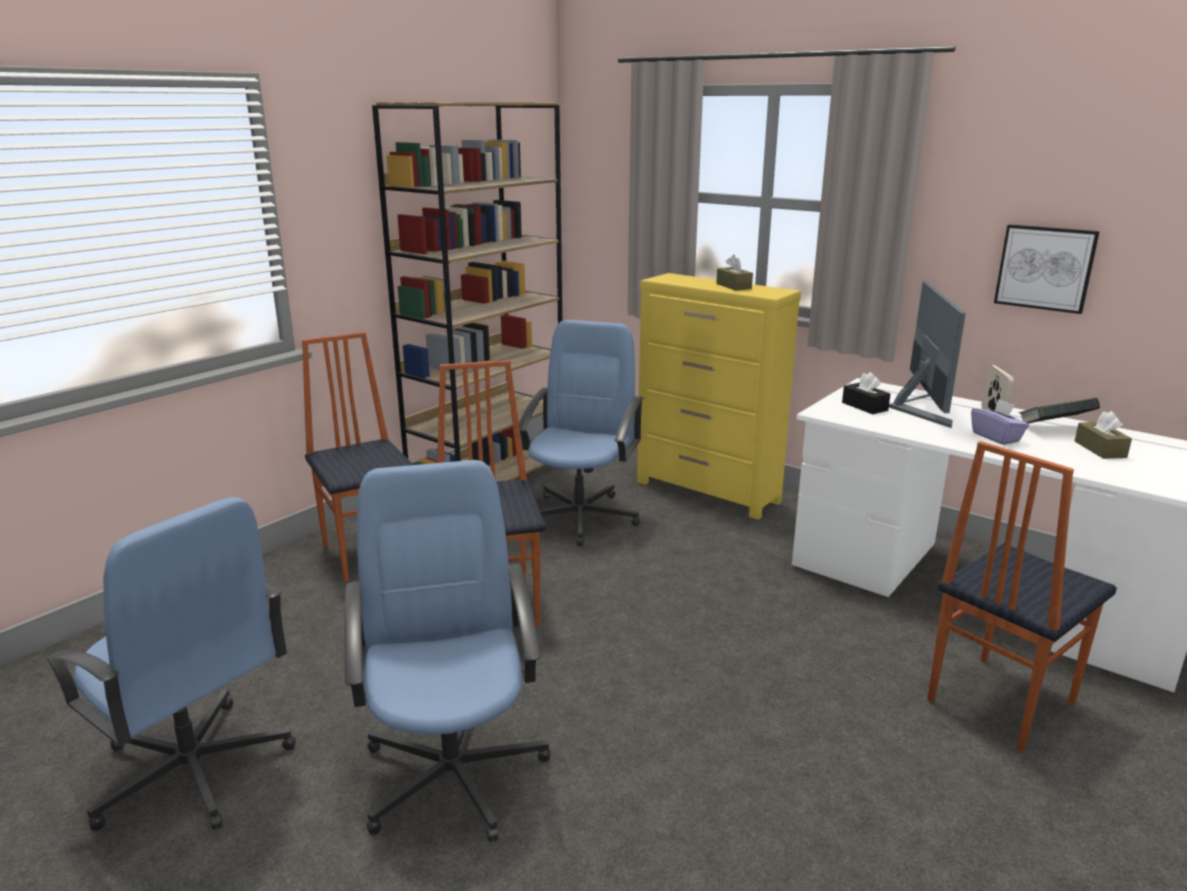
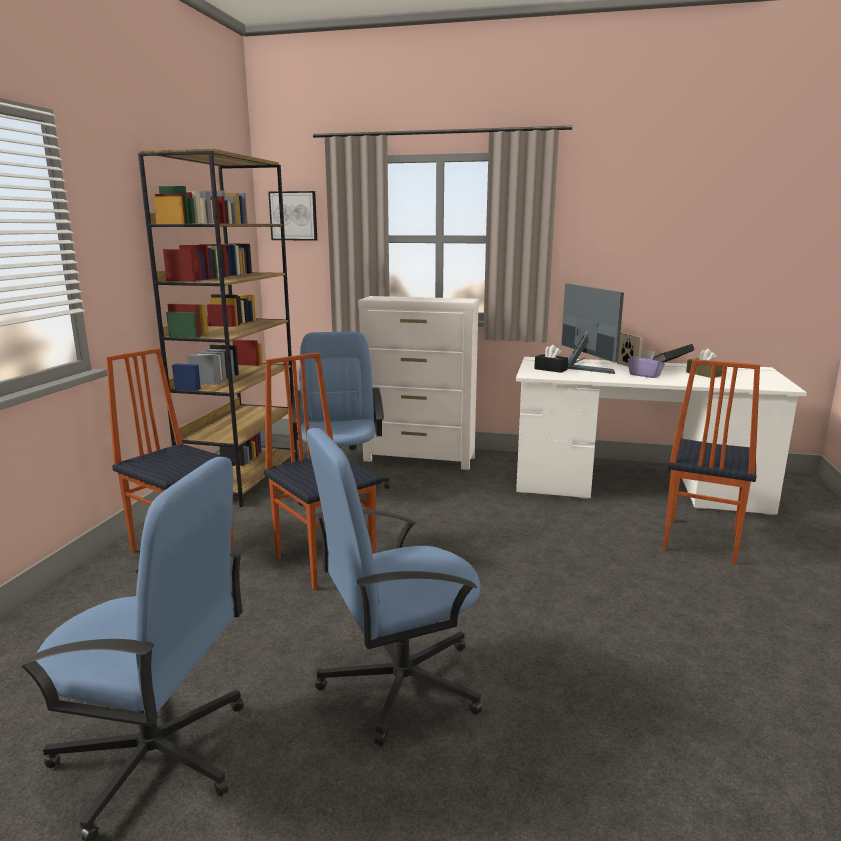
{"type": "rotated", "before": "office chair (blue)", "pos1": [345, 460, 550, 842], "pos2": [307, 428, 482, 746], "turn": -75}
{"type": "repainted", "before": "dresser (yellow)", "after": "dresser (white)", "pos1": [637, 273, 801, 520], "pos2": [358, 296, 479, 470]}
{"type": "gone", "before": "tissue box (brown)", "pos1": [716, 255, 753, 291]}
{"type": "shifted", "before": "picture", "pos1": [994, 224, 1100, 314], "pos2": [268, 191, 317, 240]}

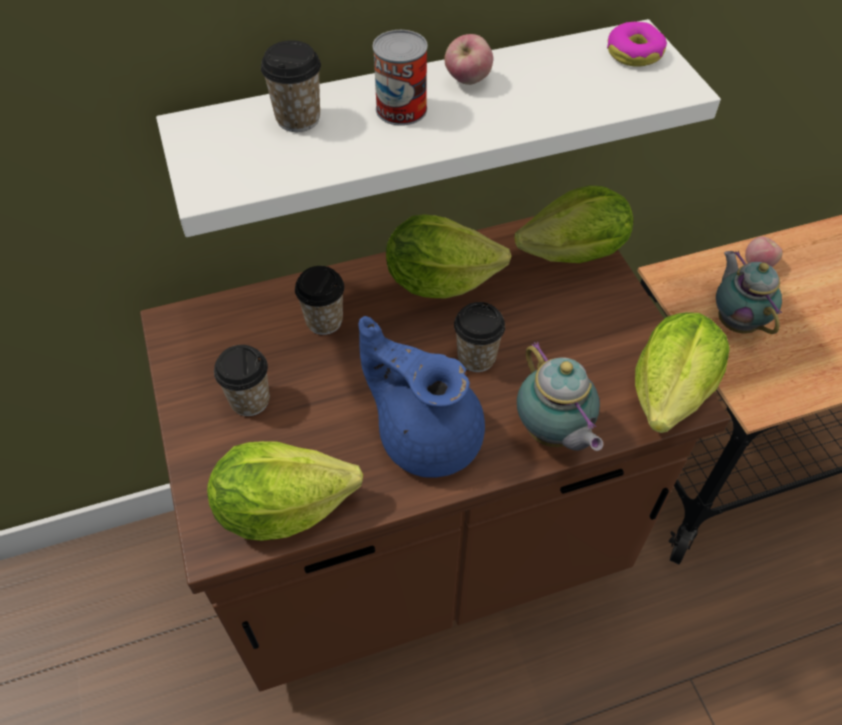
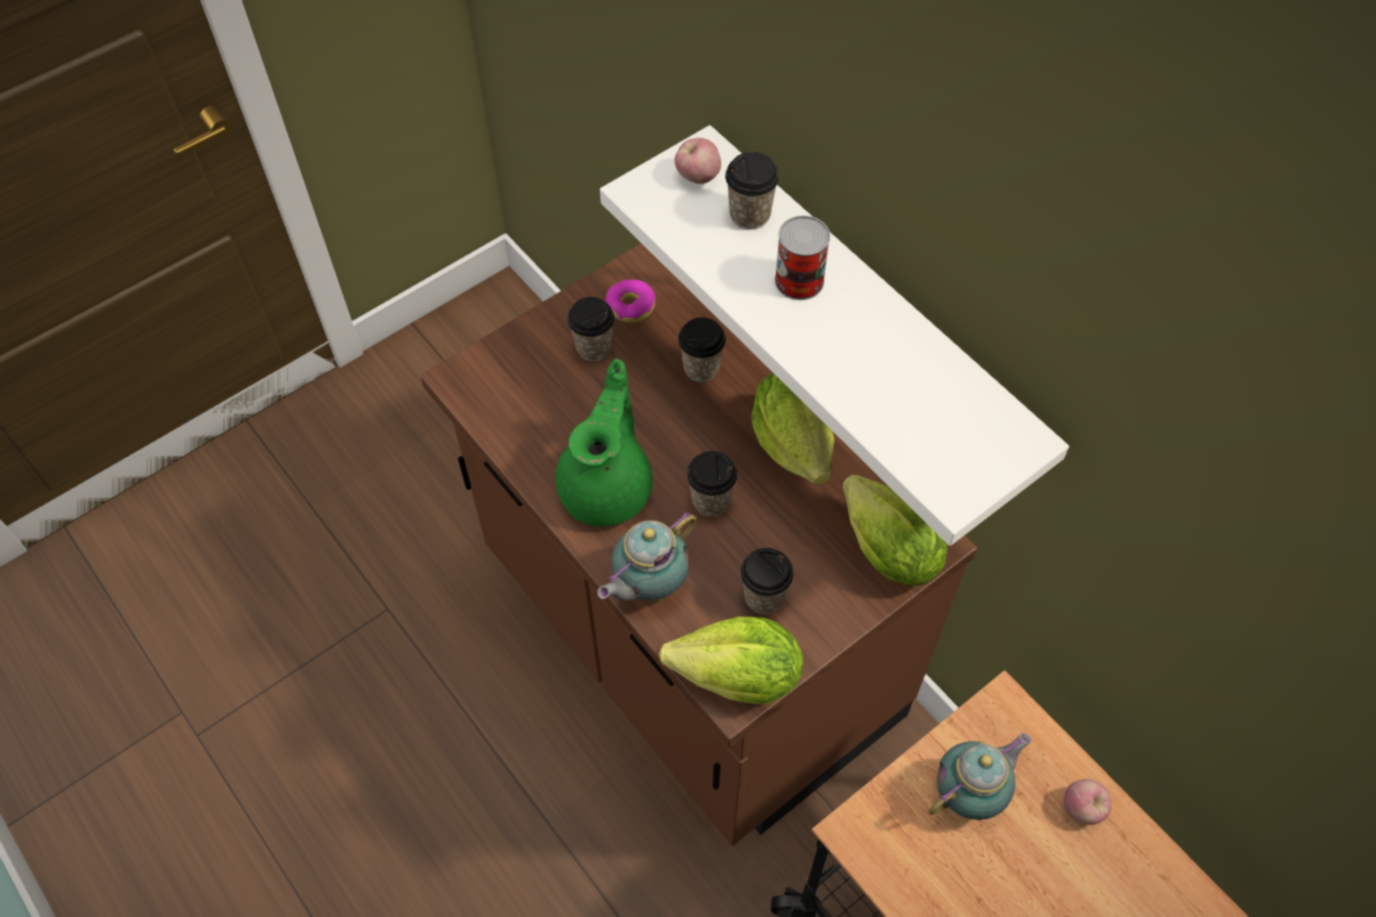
{"type": "gone", "before": "lettuce", "pos1": [207, 441, 363, 541]}
{"type": "repainted", "before": "teapot (blue)", "after": "teapot (green)", "pos1": [358, 316, 485, 478], "pos2": [555, 359, 652, 526]}
{"type": "shifted", "before": "apple", "pos1": [444, 34, 493, 85], "pos2": [675, 138, 721, 184]}
{"type": "shifted", "before": "donut", "pos1": [607, 22, 667, 67], "pos2": [605, 279, 655, 323]}
{"type": "new", "after": "cup", "pos2": [741, 548, 793, 614]}

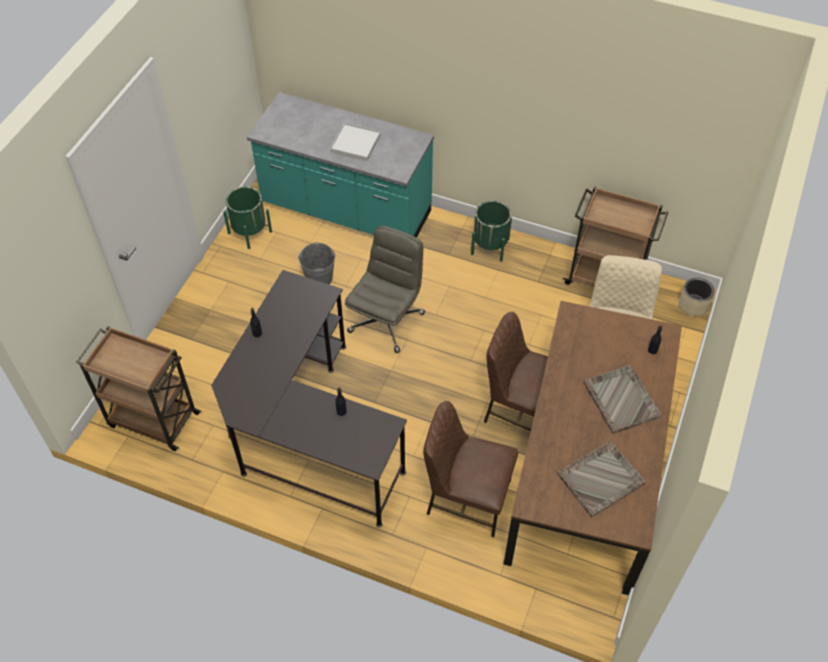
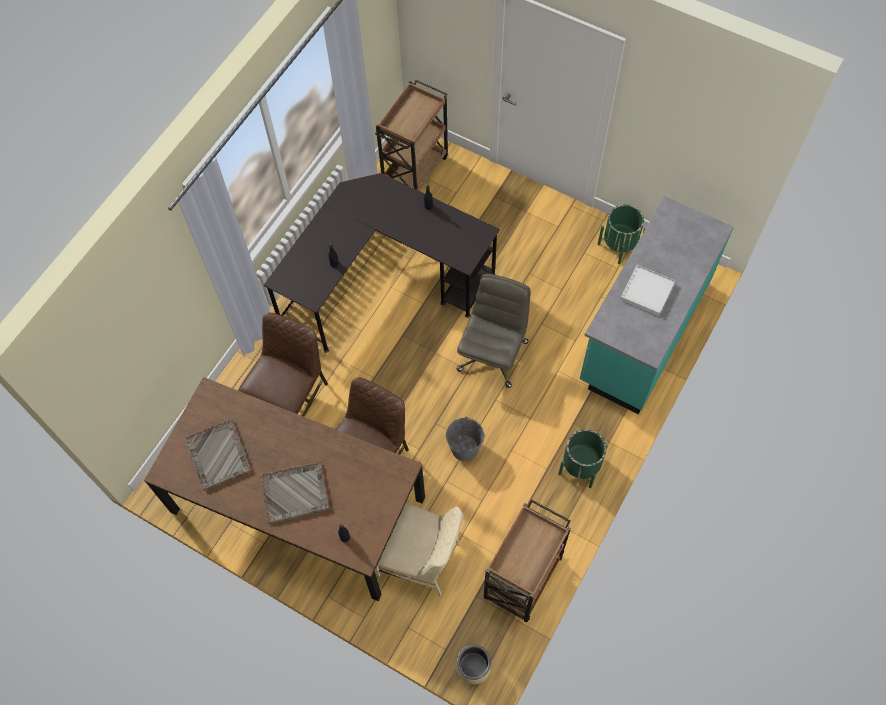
{"type": "shifted", "before": "bucket (grey)", "pos1": [298, 242, 335, 284], "pos2": [446, 416, 485, 461]}
{"type": "rotated", "before": "office chair (grey)", "pos1": [345, 226, 425, 353], "pos2": [456, 274, 531, 388], "turn": -105}

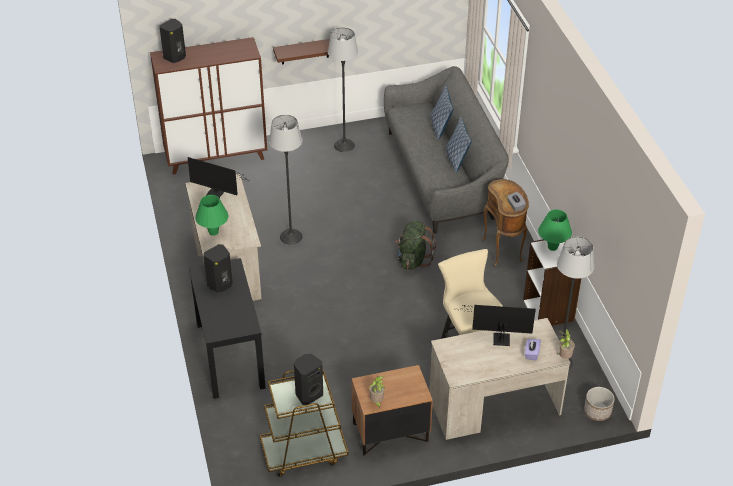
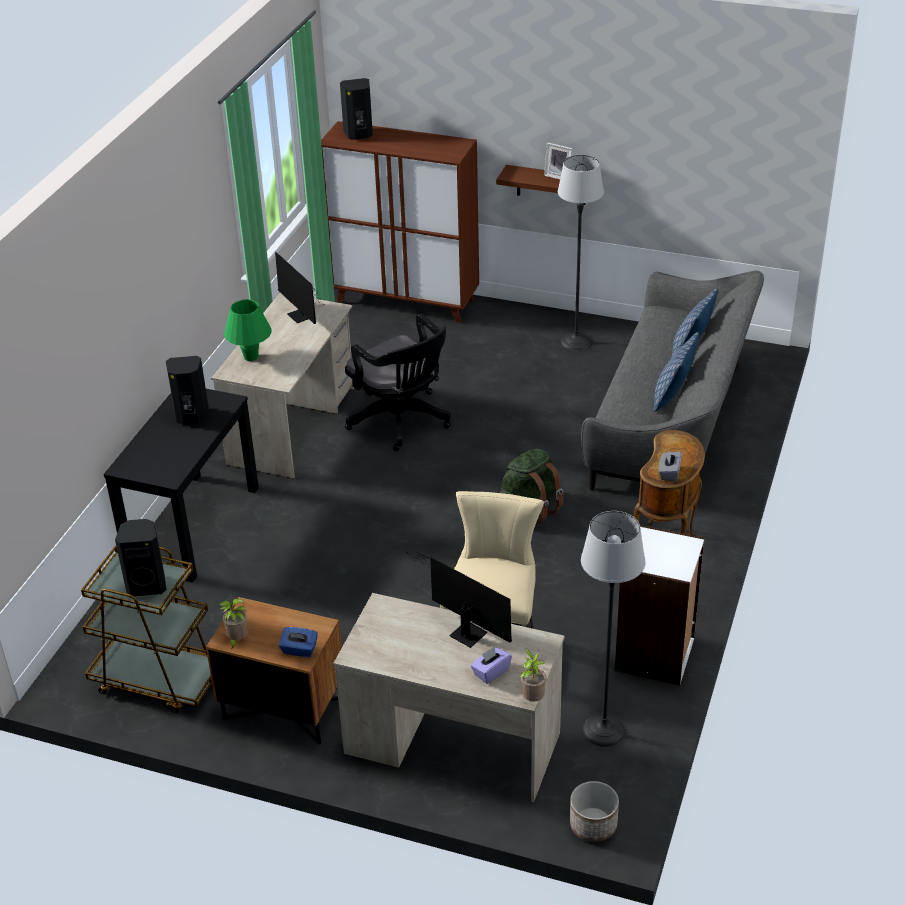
{"type": "swapped", "before": "floor lamp", "after": "office chair (black)", "pos1": [269, 115, 302, 245], "pos2": [345, 314, 451, 451]}
{"type": "gone", "before": "table lamp (green)", "pos1": [538, 209, 572, 251]}
{"type": "new", "after": "tissue box (blue)", "pos2": [279, 627, 318, 657]}
{"type": "new", "after": "picture frame", "pos2": [544, 143, 573, 180]}

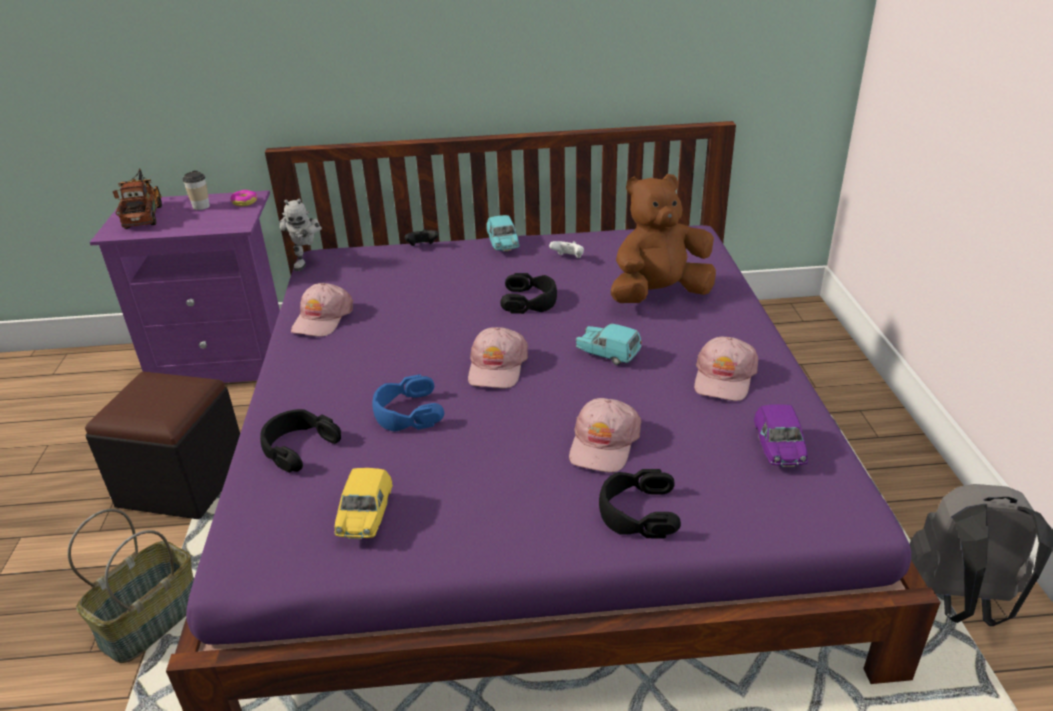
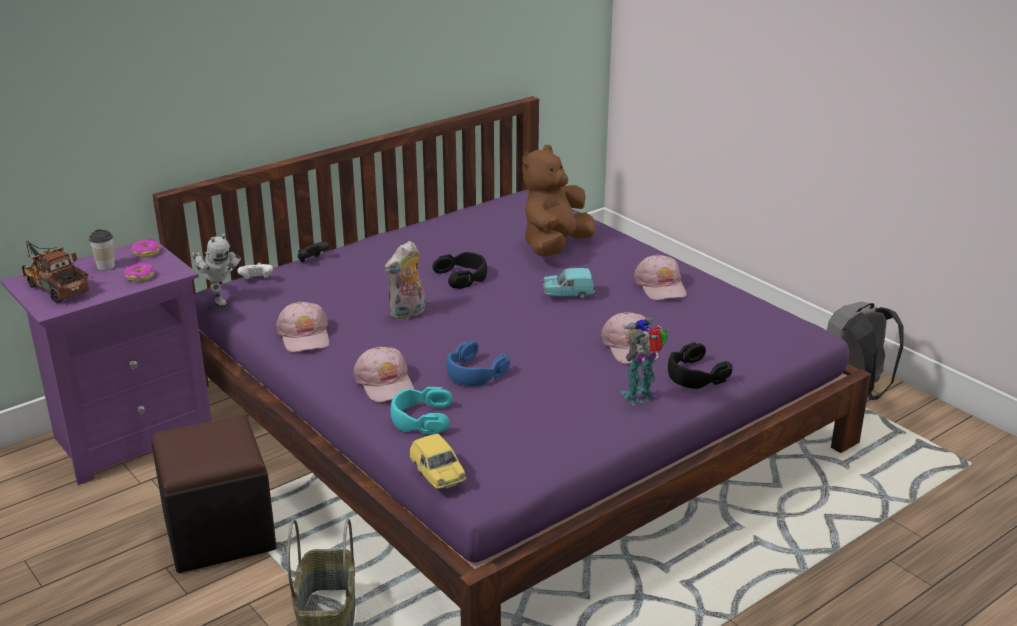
{"type": "repainted", "before": "headphones (black)", "after": "headphones (turquoise)", "pos1": [260, 409, 341, 473], "pos2": [391, 387, 453, 434]}
{"type": "shifted", "before": "toy car (yellow)", "pos1": [334, 468, 393, 540], "pos2": [410, 434, 466, 489]}
{"type": "shifted", "before": "cap (pink)", "pos1": [468, 327, 528, 388], "pos2": [353, 347, 414, 402]}
{"type": "gone", "before": "toy car (turquoise)", "pos1": [486, 215, 520, 252]}
{"type": "shifted", "before": "game controller (white)", "pos1": [549, 241, 584, 258], "pos2": [237, 263, 273, 279]}
{"type": "gone", "before": "toy car (purple)", "pos1": [754, 404, 808, 467]}
{"type": "new", "after": "donut", "pos2": [125, 263, 154, 282]}
{"type": "new", "after": "plush toy", "pos2": [385, 241, 425, 320]}
{"type": "new", "after": "toy robot", "pos2": [620, 317, 668, 406]}

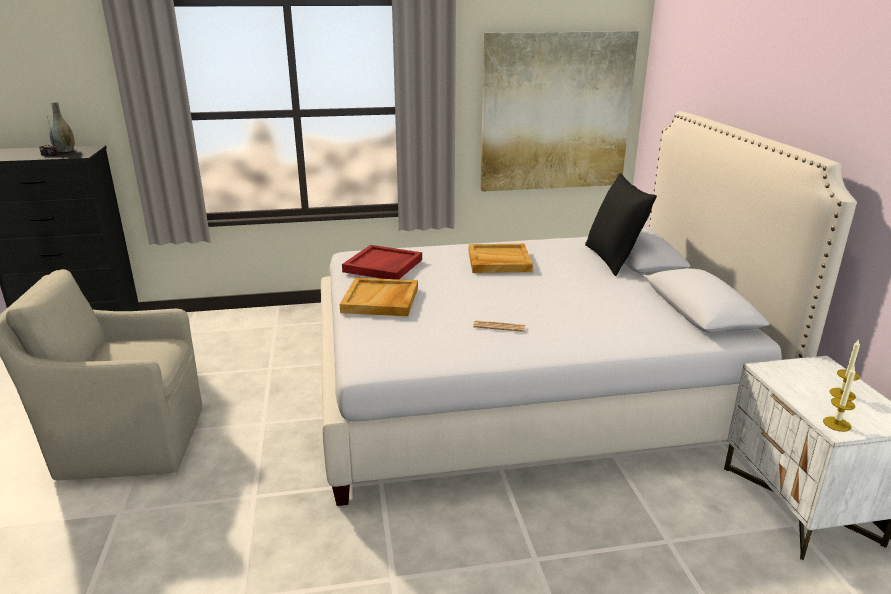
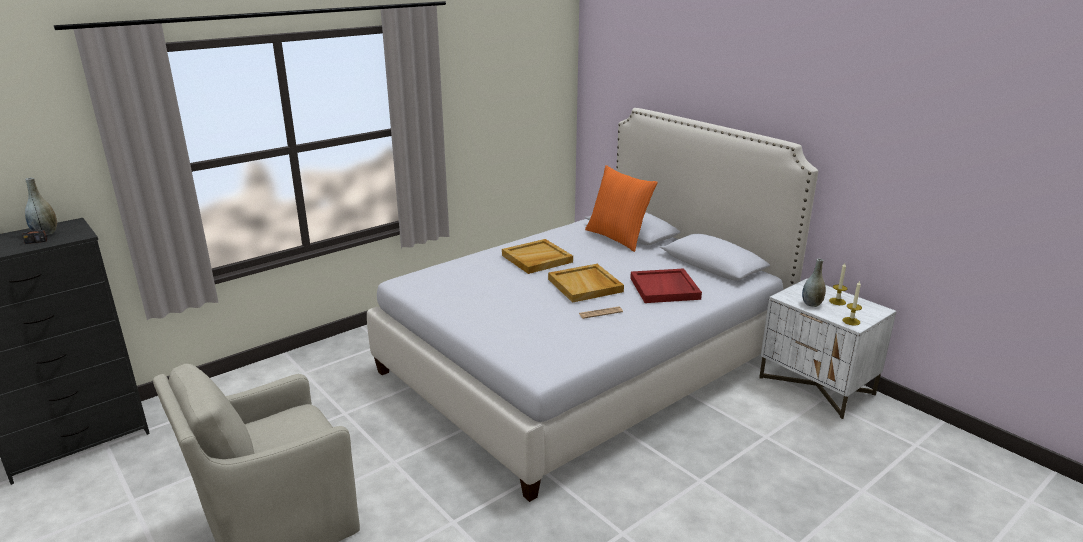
{"type": "shifted", "before": "tray (beige)", "pos1": [340, 278, 418, 316], "pos2": [548, 264, 624, 303]}
{"type": "shifted", "before": "tray (red)", "pos1": [342, 245, 422, 279], "pos2": [630, 268, 702, 303]}
{"type": "gone", "before": "picture", "pos1": [481, 31, 639, 192]}
{"type": "repainted", "before": "pillow (black)", "after": "pillow (orange)", "pos1": [585, 173, 657, 276], "pos2": [585, 165, 658, 252]}
{"type": "new", "after": "vase (grey)", "pos2": [802, 259, 826, 307]}

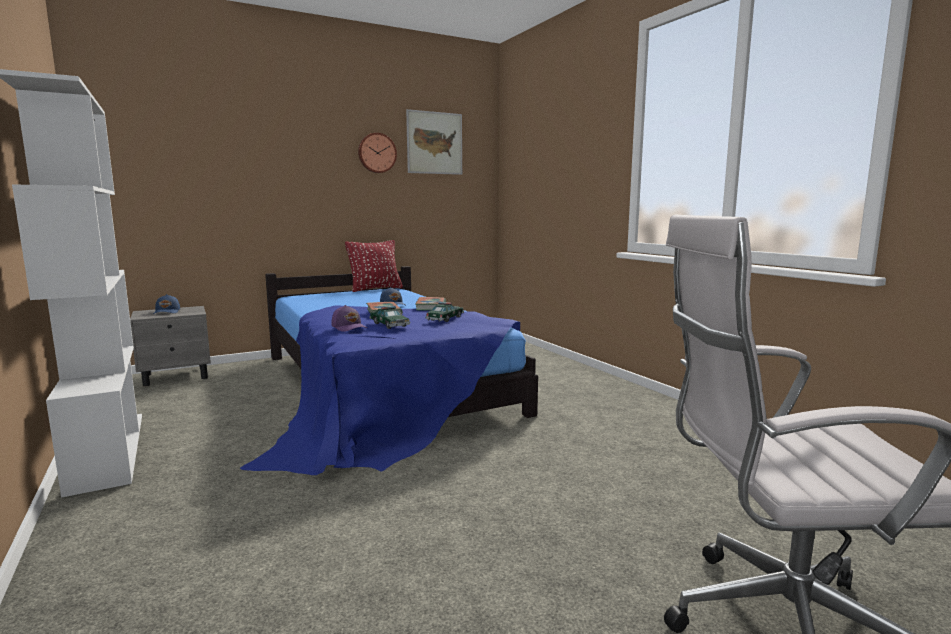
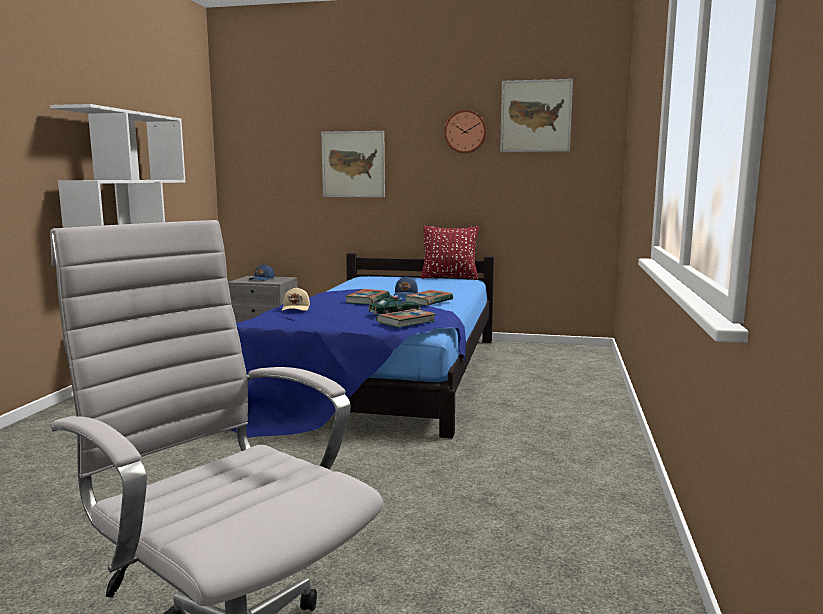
{"type": "repainted", "before": "cap (purple)", "after": "cap (beige)", "pos1": [332, 305, 367, 332], "pos2": [281, 287, 310, 311]}
{"type": "gone", "before": "toy car", "pos1": [369, 306, 410, 329]}
{"type": "new", "after": "picture", "pos2": [321, 131, 385, 197]}
{"type": "new", "after": "book", "pos2": [376, 309, 436, 328]}

